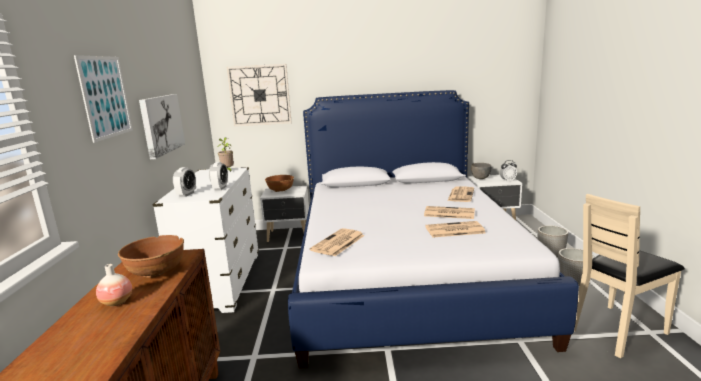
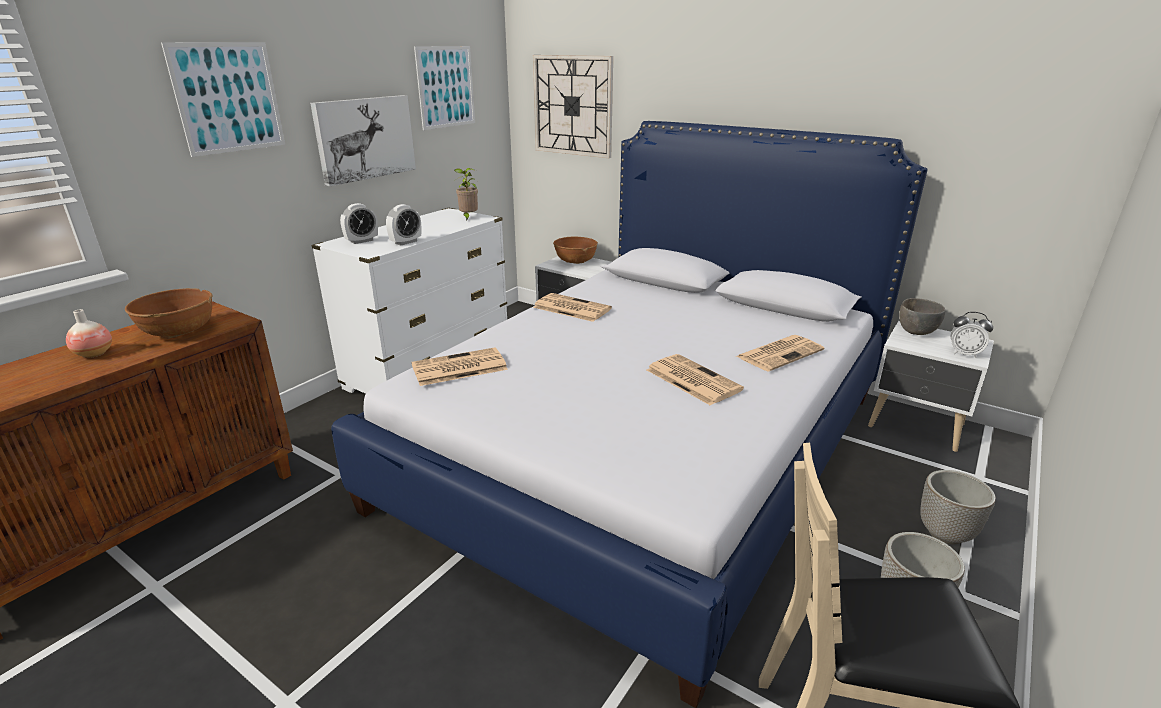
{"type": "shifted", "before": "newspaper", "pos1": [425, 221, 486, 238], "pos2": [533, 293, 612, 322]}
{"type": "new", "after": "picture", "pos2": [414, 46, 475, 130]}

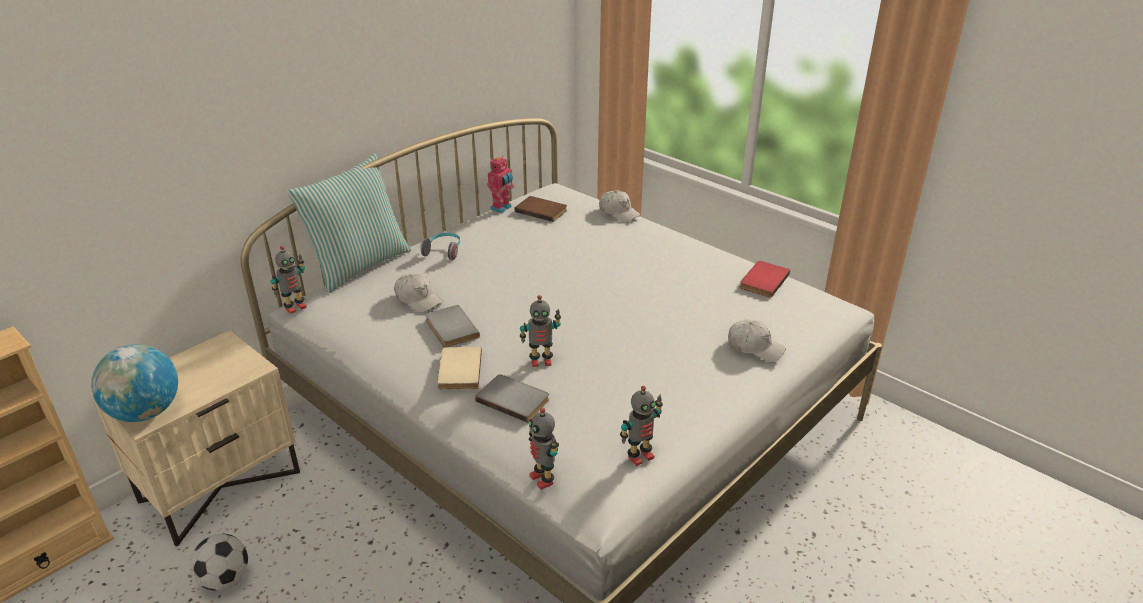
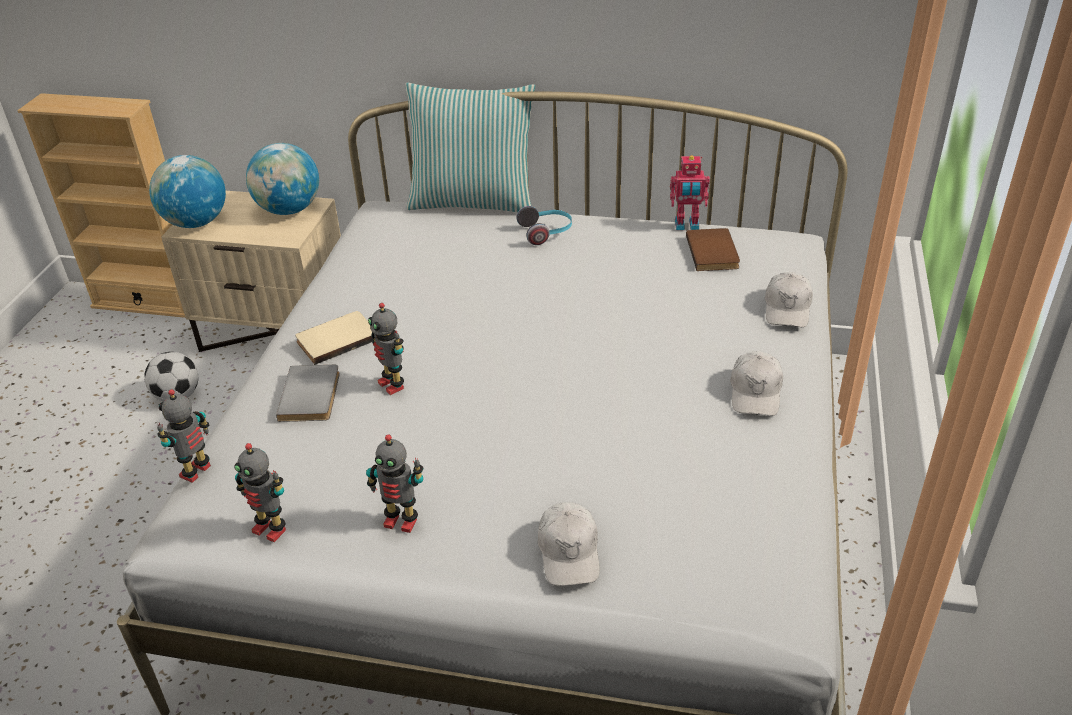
{"type": "shifted", "before": "toy robot", "pos1": [270, 246, 307, 314], "pos2": [366, 434, 423, 533]}
{"type": "shifted", "before": "cap (white)", "pos1": [394, 273, 443, 313], "pos2": [730, 351, 783, 416]}
{"type": "gone", "before": "book (grey)", "pos1": [425, 305, 480, 347]}
{"type": "gone", "before": "book (red)", "pos1": [740, 261, 790, 298]}
{"type": "new", "after": "globe", "pos2": [246, 143, 319, 215]}

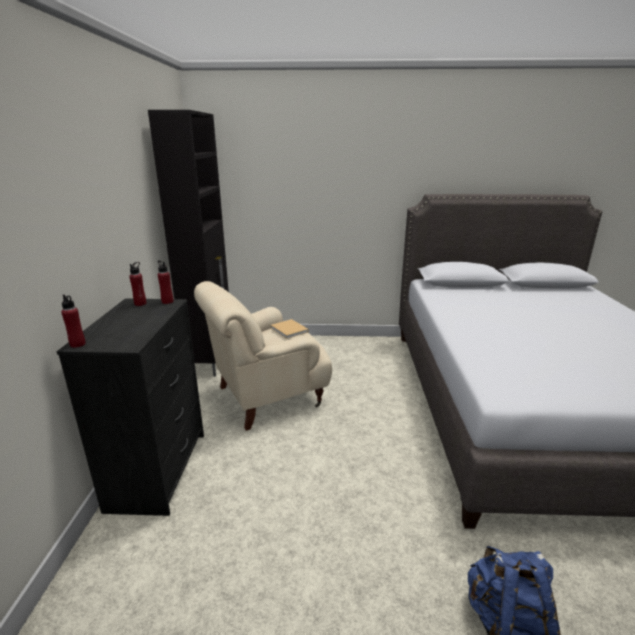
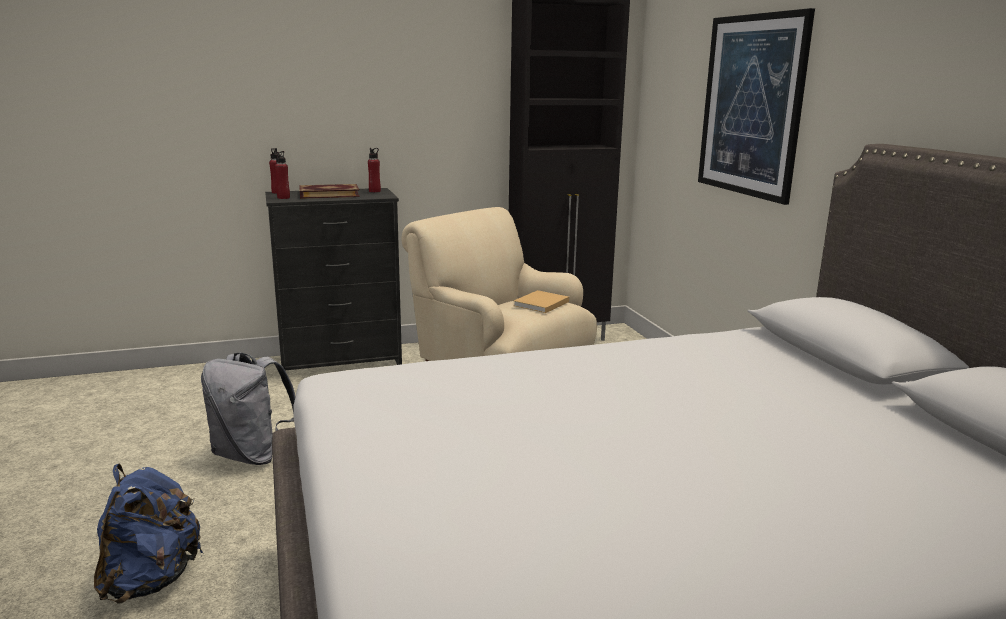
{"type": "shifted", "before": "bottle (red)", "pos1": [158, 261, 174, 304], "pos2": [275, 151, 290, 199]}
{"type": "new", "after": "backpack (grey)", "pos2": [201, 352, 296, 465]}
{"type": "new", "after": "book", "pos2": [299, 184, 360, 199]}
{"type": "new", "after": "picture", "pos2": [698, 8, 815, 205]}

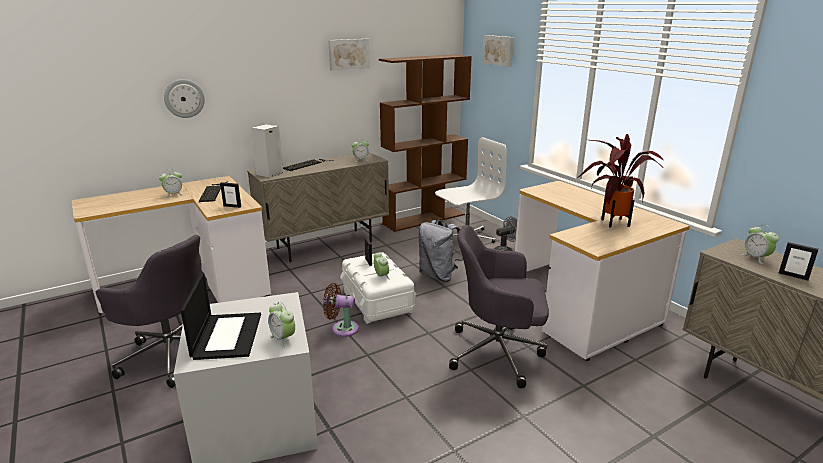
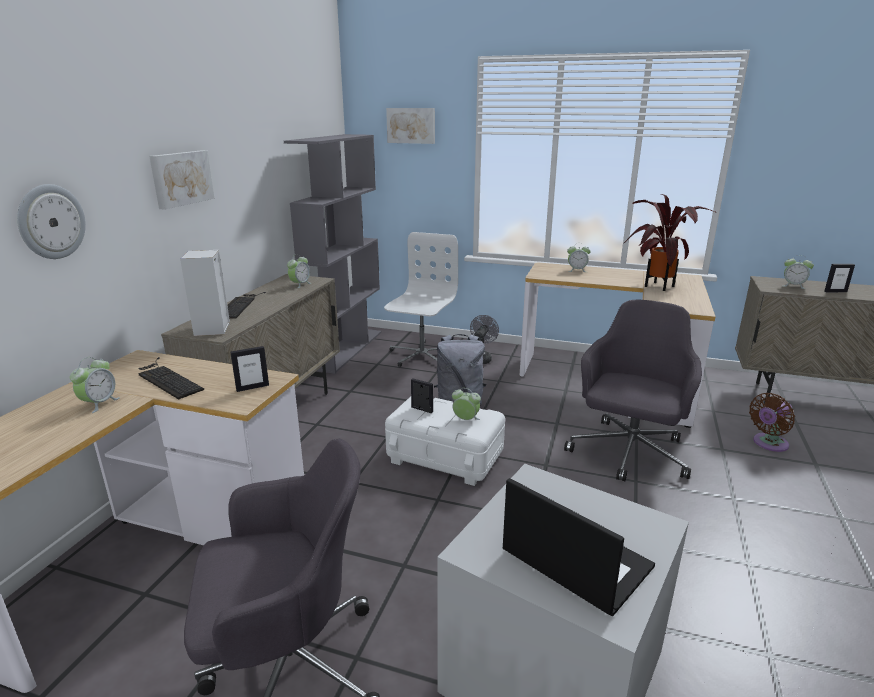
{"type": "shifted", "before": "alarm clock", "pos1": [268, 302, 295, 348], "pos2": [567, 243, 591, 272]}
{"type": "shifted", "before": "fan (brown)", "pos1": [323, 283, 359, 337], "pos2": [749, 393, 795, 452]}
{"type": "shifted", "before": "picture", "pos1": [328, 39, 370, 71], "pos2": [149, 150, 215, 210]}
{"type": "repainted", "before": "bookcase (brown)", "after": "bookcase (grey)", "pos1": [379, 54, 472, 232], "pos2": [284, 134, 382, 374]}
{"type": "rotated", "before": "office chair (grey)", "pos1": [449, 225, 549, 388], "pos2": [564, 300, 702, 481], "turn": 150}

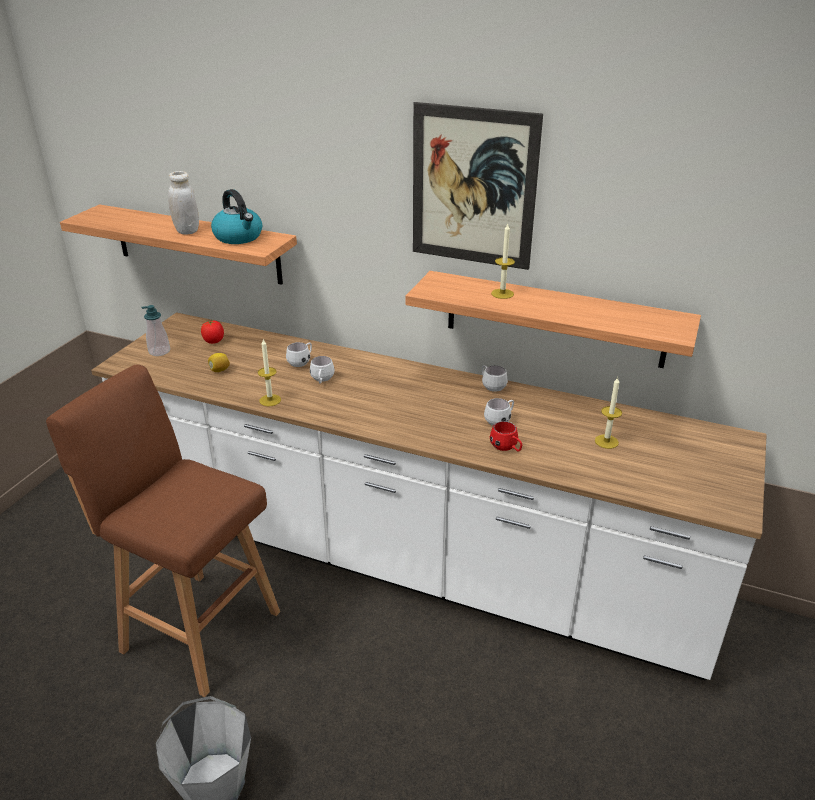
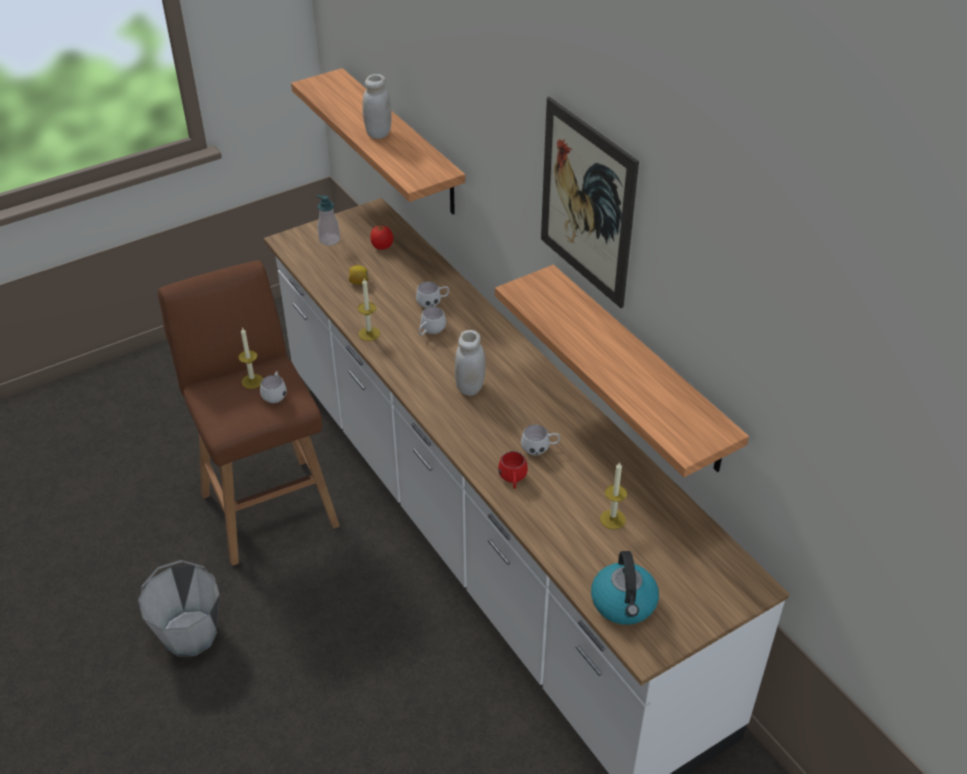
{"type": "shifted", "before": "kettle", "pos1": [211, 189, 262, 244], "pos2": [591, 551, 659, 625]}
{"type": "shifted", "before": "mug (white)", "pos1": [482, 365, 508, 392], "pos2": [260, 371, 287, 403]}
{"type": "shifted", "before": "candle", "pos1": [491, 224, 515, 299], "pos2": [238, 327, 263, 389]}
{"type": "new", "after": "jar (white)", "pos2": [455, 330, 486, 396]}

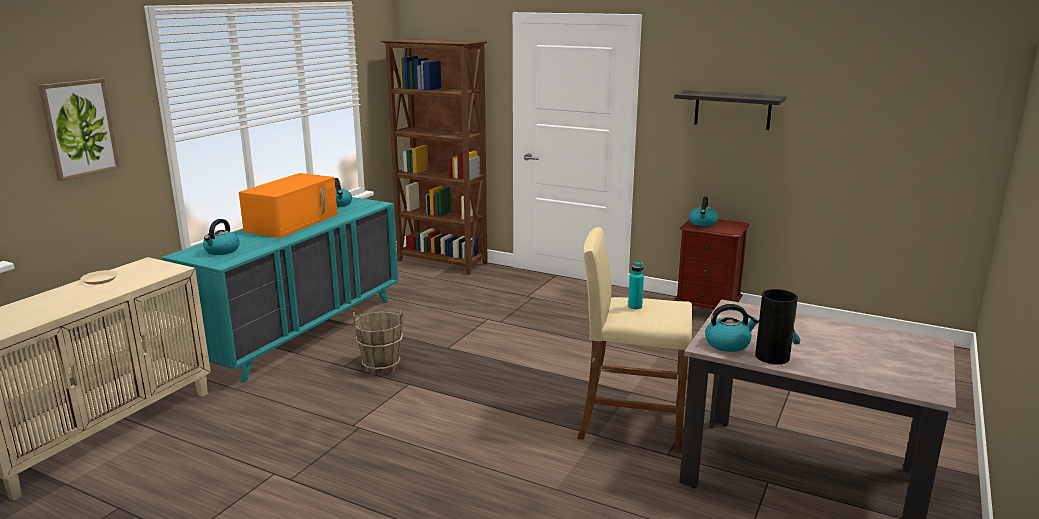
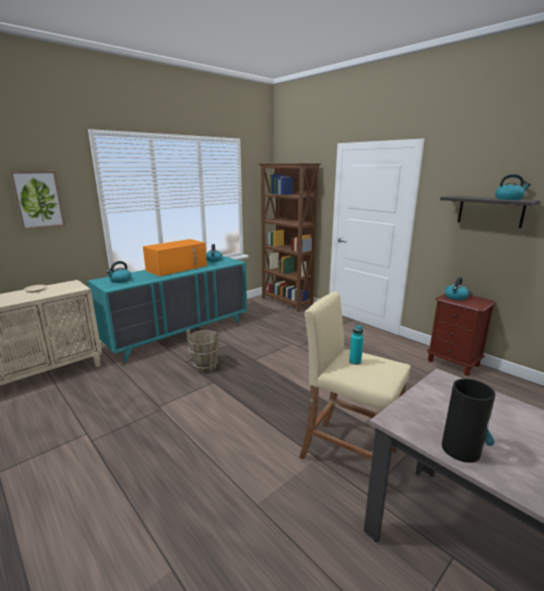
{"type": "shifted", "before": "kettle", "pos1": [705, 304, 759, 352], "pos2": [495, 174, 531, 200]}

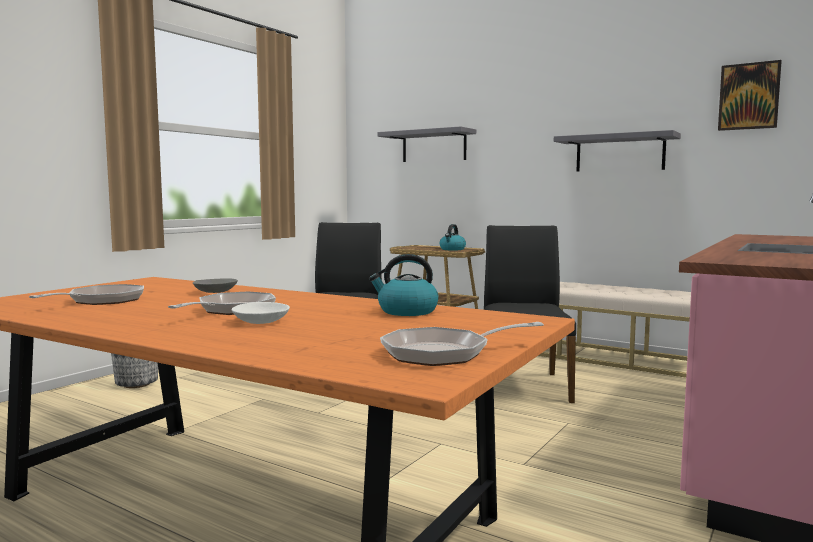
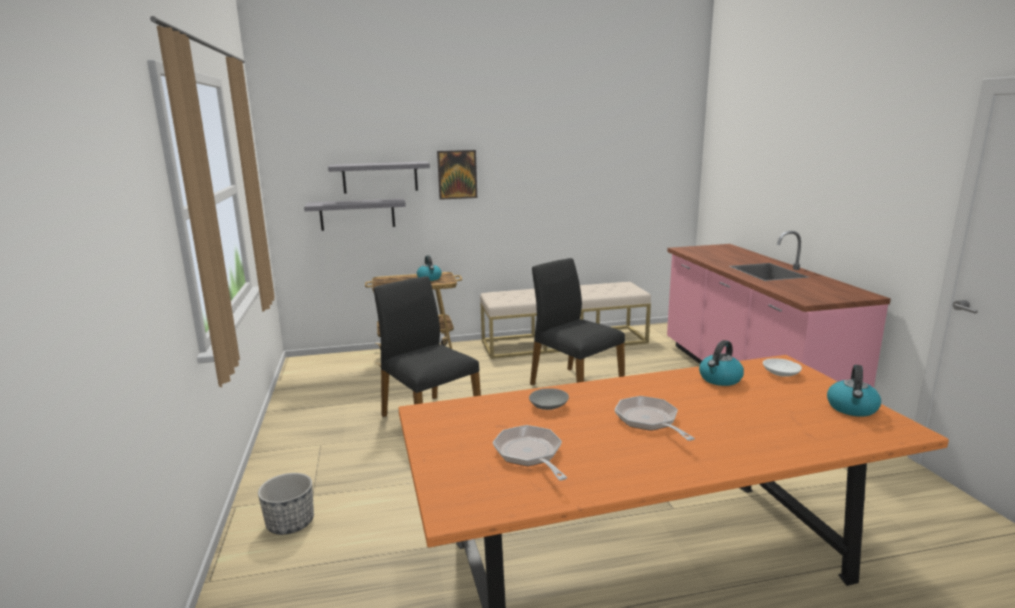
{"type": "shifted", "before": "bowl (white)", "pos1": [232, 302, 290, 324], "pos2": [763, 359, 802, 377]}
{"type": "swapped", "before": "frying pan", "after": "kettle", "pos1": [380, 322, 544, 366], "pos2": [827, 365, 881, 417]}
{"type": "shifted", "before": "shelf (grey)", "pos1": [554, 130, 681, 172], "pos2": [304, 198, 406, 231]}
{"type": "shifted", "before": "picture", "pos1": [718, 60, 782, 131], "pos2": [437, 150, 477, 200]}

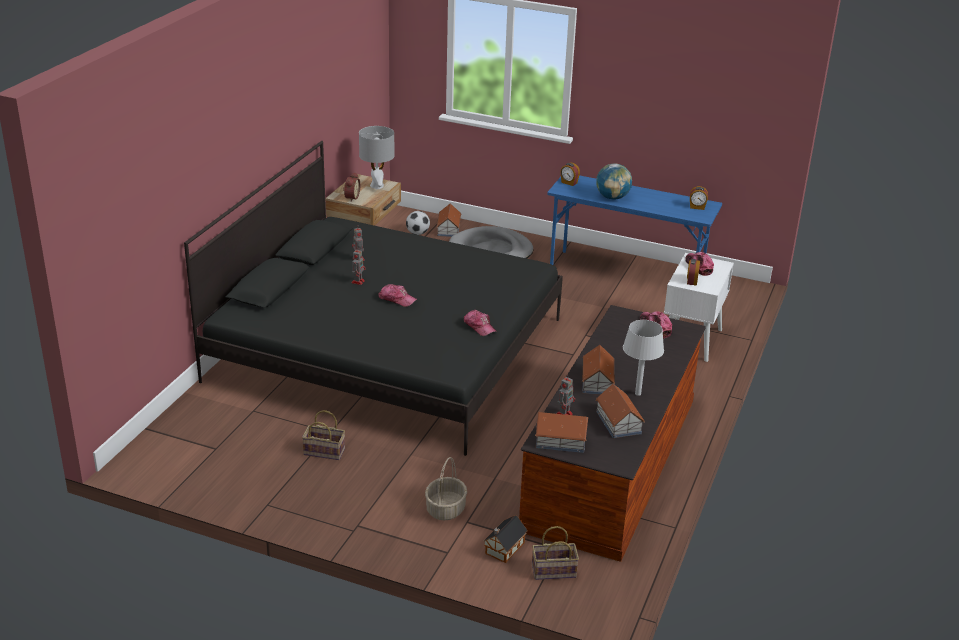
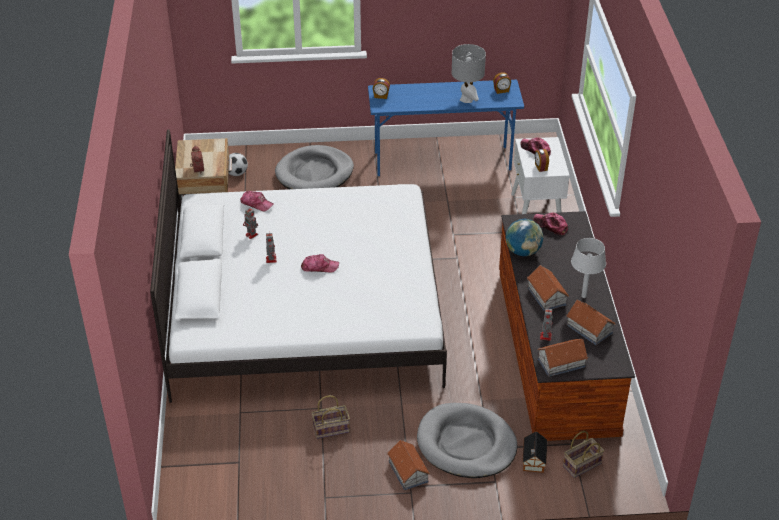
{"type": "repainted", "before": "bed (black)", "after": "bed (white)", "pos1": [184, 141, 563, 456], "pos2": [150, 129, 447, 403]}
{"type": "shifted", "before": "table lamp (grey)", "pos1": [359, 126, 394, 189], "pos2": [452, 44, 486, 103]}
{"type": "swapped", "before": "basket", "after": "dog bed (grey)", "pos1": [425, 457, 467, 521], "pos2": [417, 403, 517, 478]}
{"type": "shifted", "before": "toy house", "pos1": [436, 203, 462, 237], "pos2": [387, 440, 430, 490]}
{"type": "shifted", "before": "cap", "pos1": [464, 310, 496, 336], "pos2": [240, 191, 273, 211]}
{"type": "shifted", "before": "globe", "pos1": [596, 164, 632, 200], "pos2": [506, 219, 544, 256]}

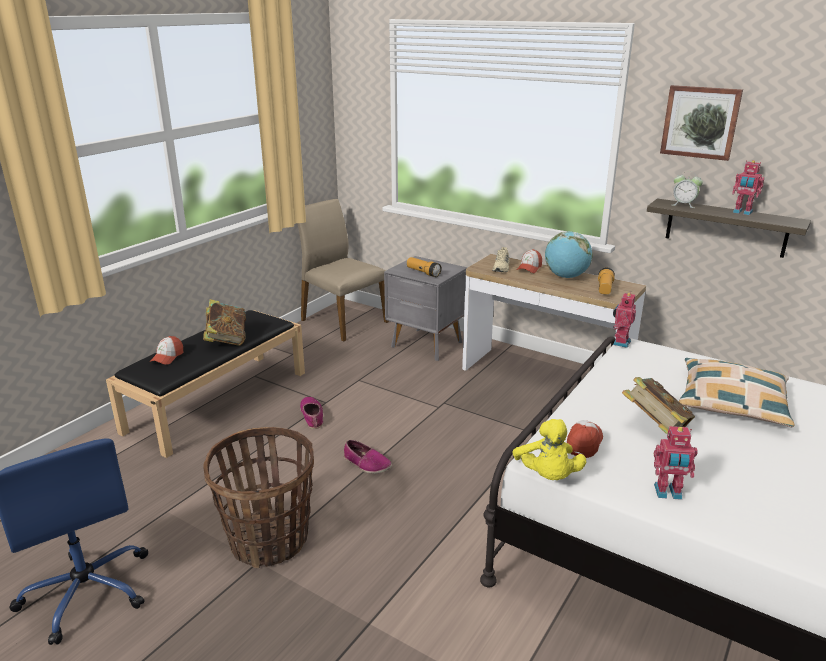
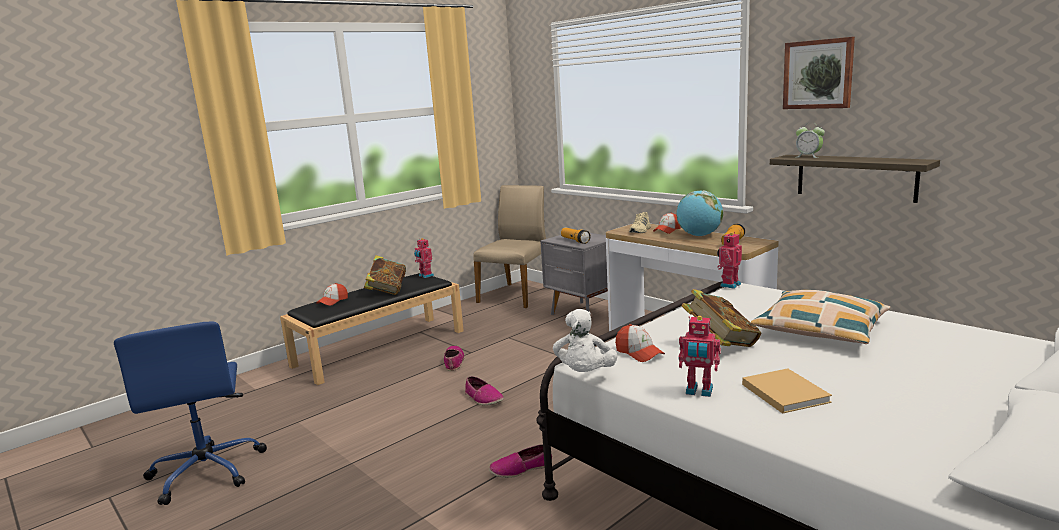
{"type": "gone", "before": "basket", "pos1": [203, 427, 314, 569]}
{"type": "rotated", "before": "chair (beige)", "pos1": [297, 199, 389, 341], "pos2": [473, 185, 546, 308], "turn": 60}
{"type": "repainted", "before": "plush toy (yellow)", "after": "plush toy (white)", "pos1": [513, 419, 586, 480], "pos2": [553, 309, 618, 372]}
{"type": "rotated", "before": "cap", "pos1": [567, 420, 603, 458], "pos2": [615, 324, 665, 362], "turn": 105}
{"type": "shifted", "before": "toy robot", "pos1": [732, 160, 764, 215], "pos2": [414, 238, 434, 278]}
{"type": "new", "after": "shoe", "pos2": [489, 444, 552, 478]}
{"type": "new", "after": "book (beige)", "pos2": [742, 368, 832, 414]}

